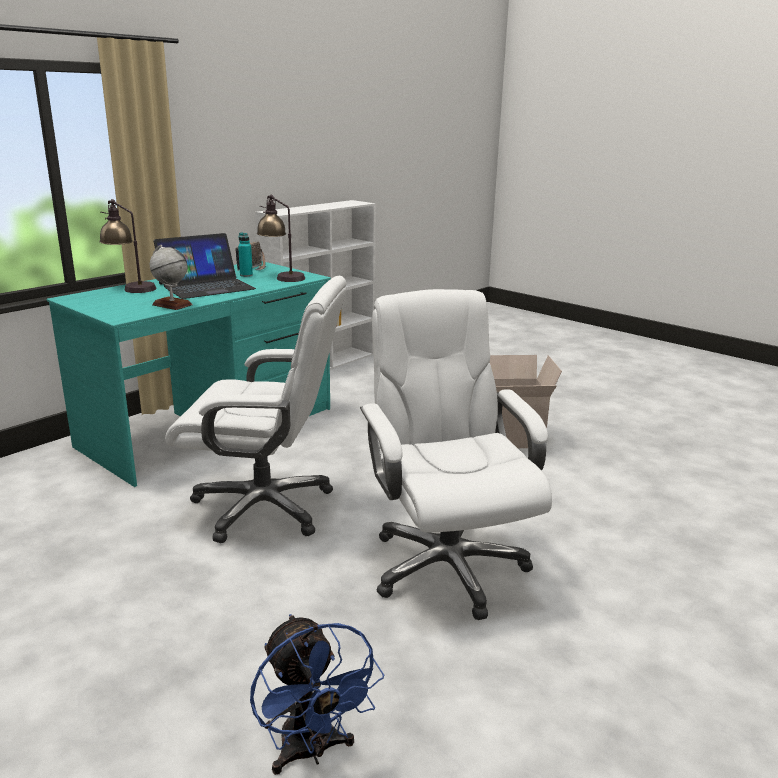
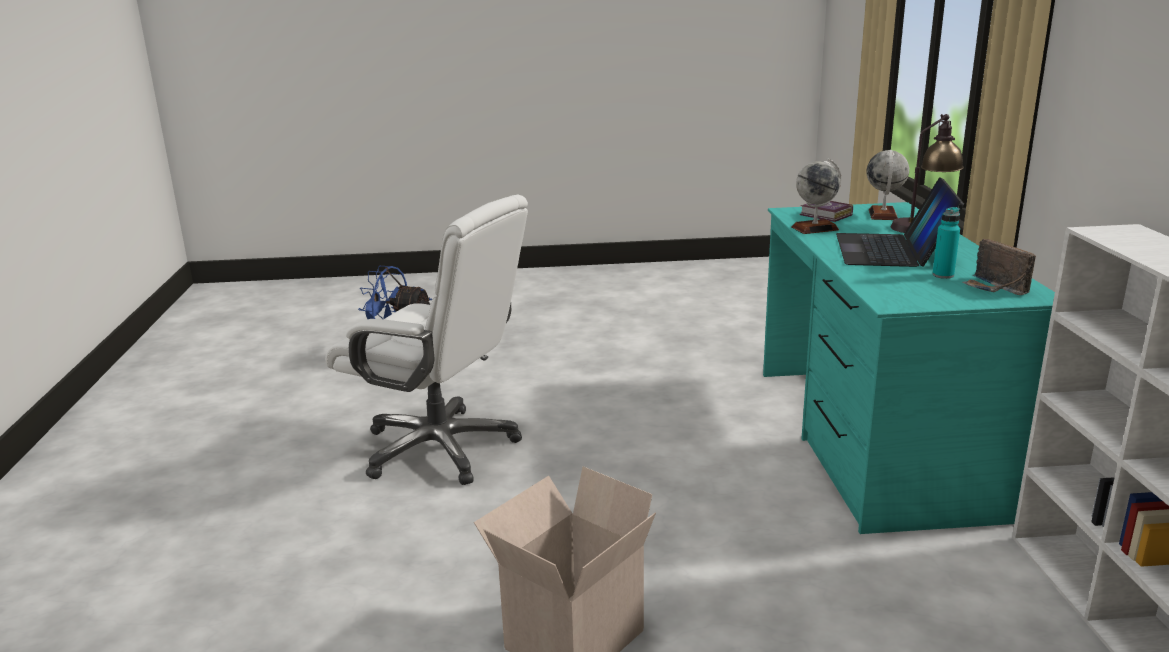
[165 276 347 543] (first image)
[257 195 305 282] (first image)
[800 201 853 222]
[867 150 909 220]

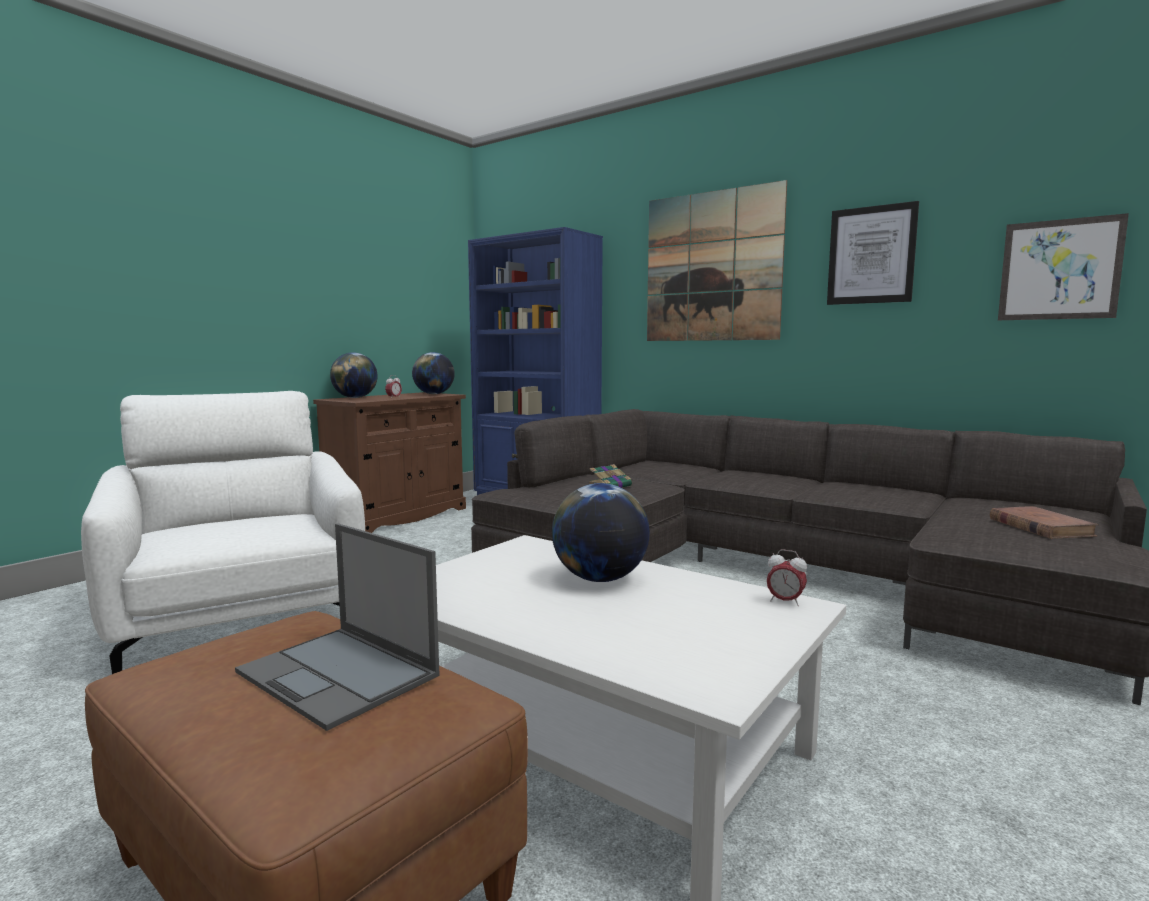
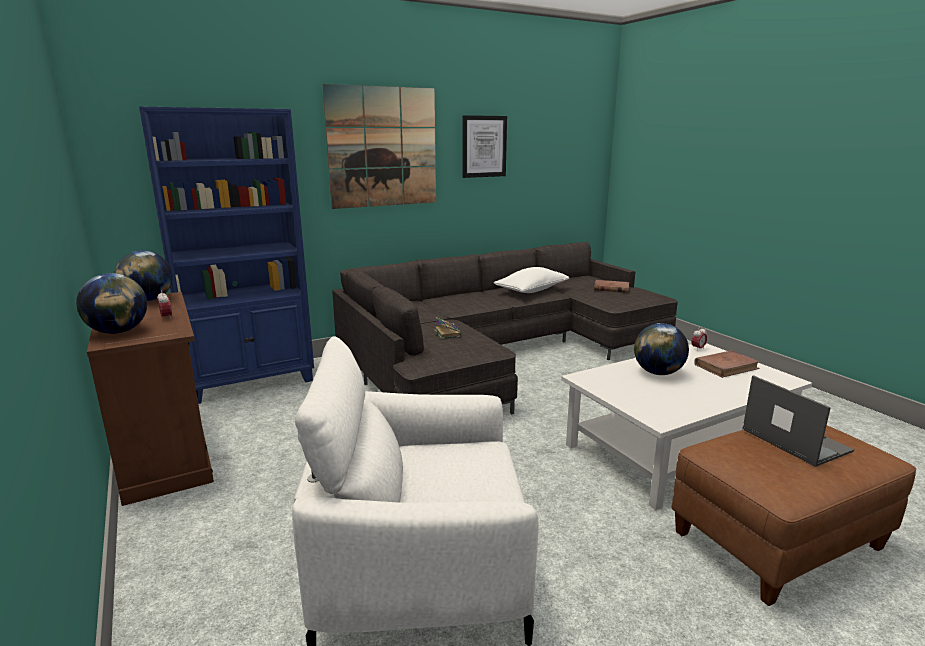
[743 375 854 467]
[998 213 1129 320] (first image)
[494 267 569 293]
[694 350 760 378]

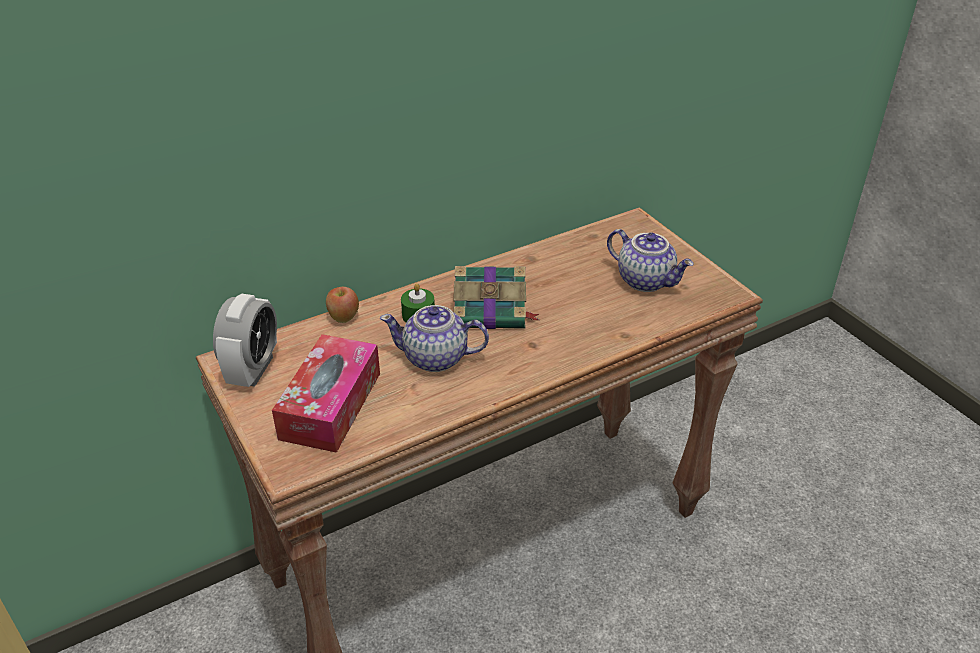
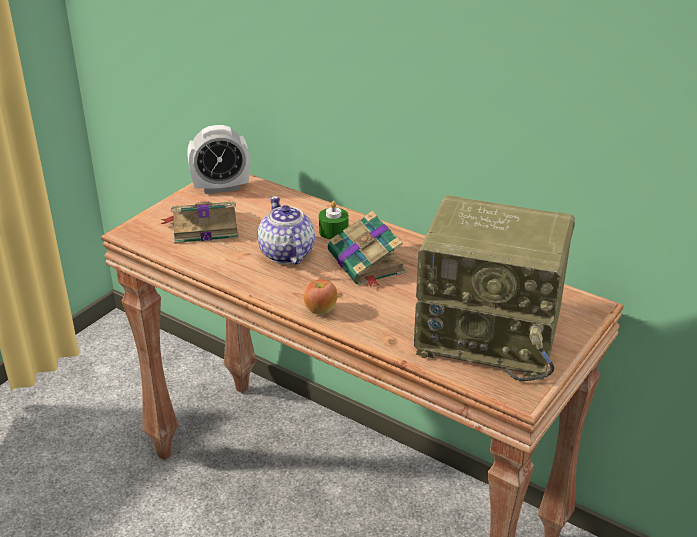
[161 201 239 244]
[303 279 337 314]
[414 196 575 381]

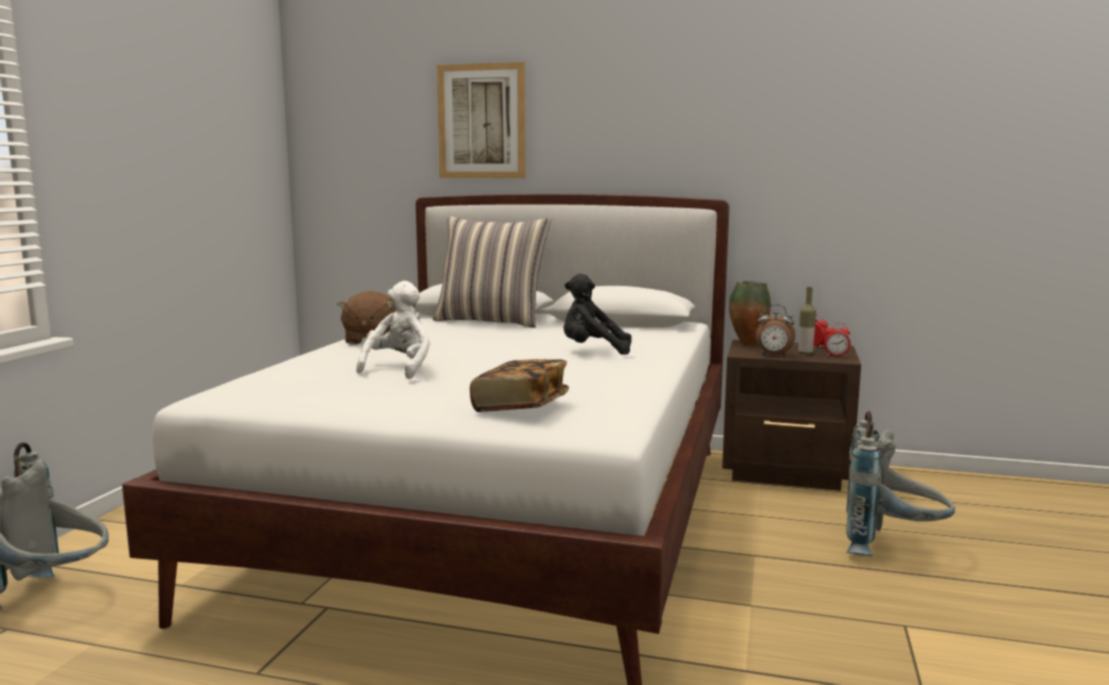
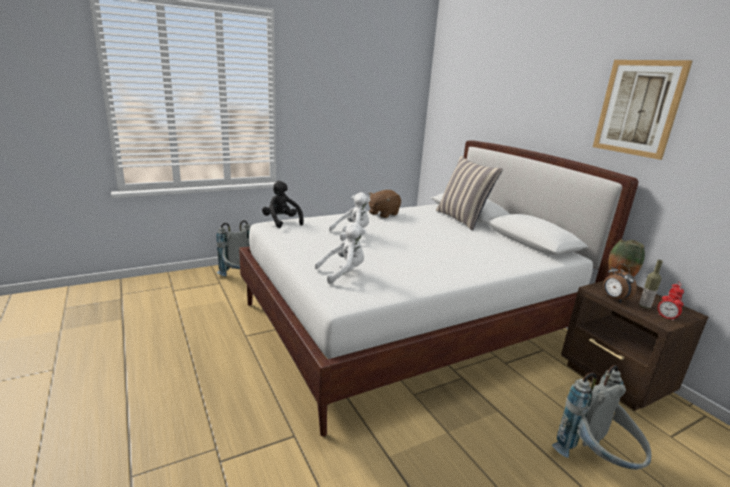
[593 60 692 160]
[315 223 366 284]
[262 181 304 228]

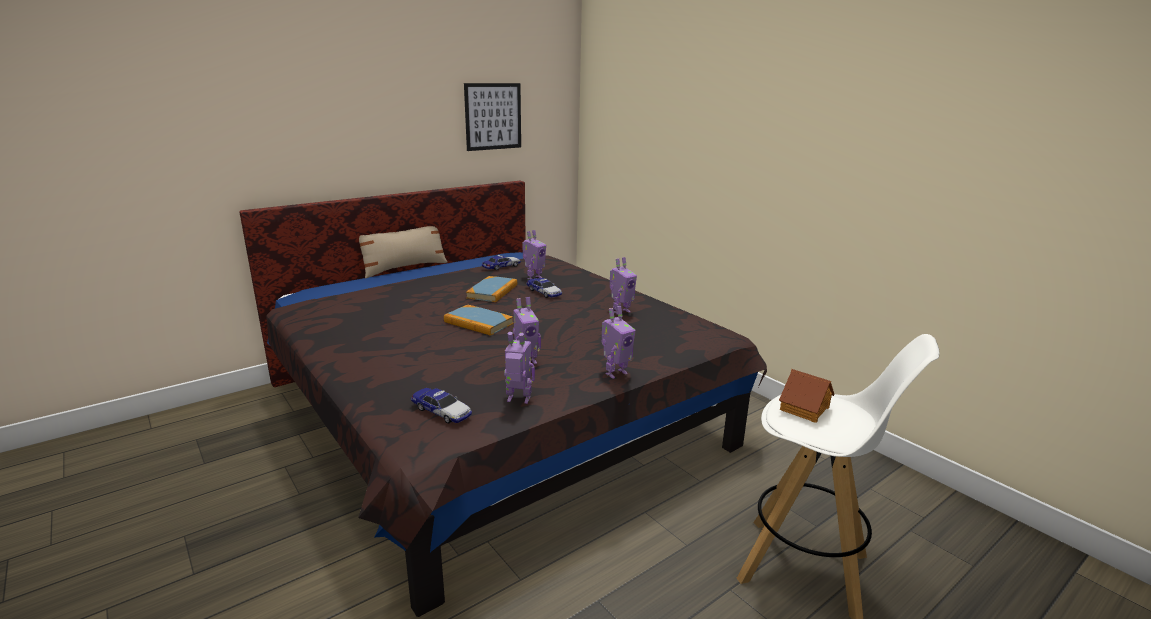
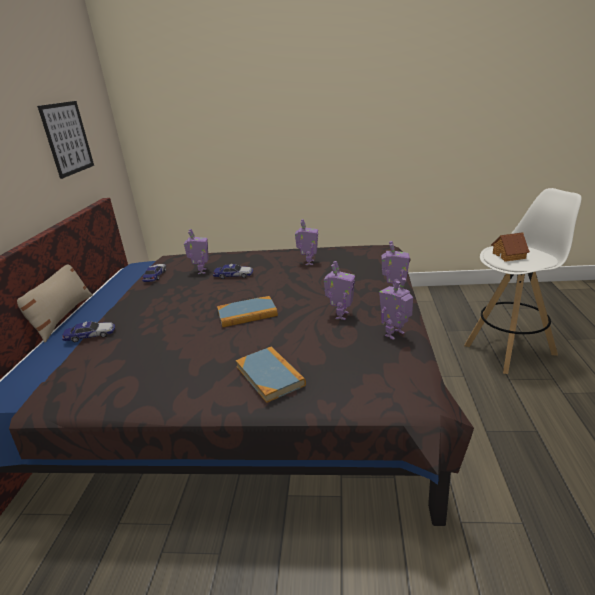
[62 321 115 342]
[236 347 306 403]

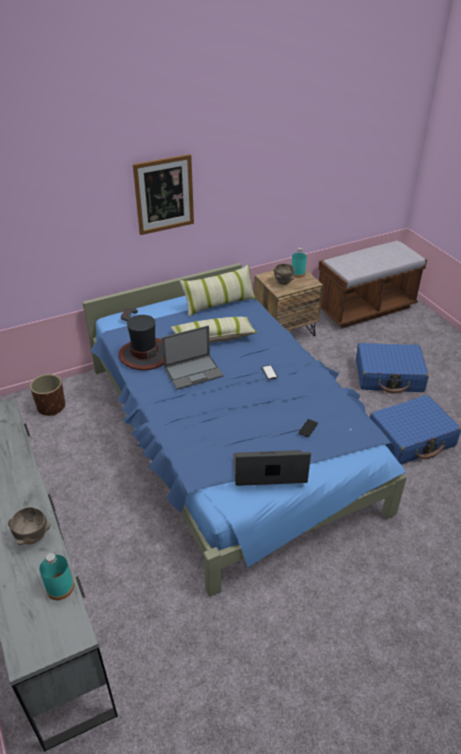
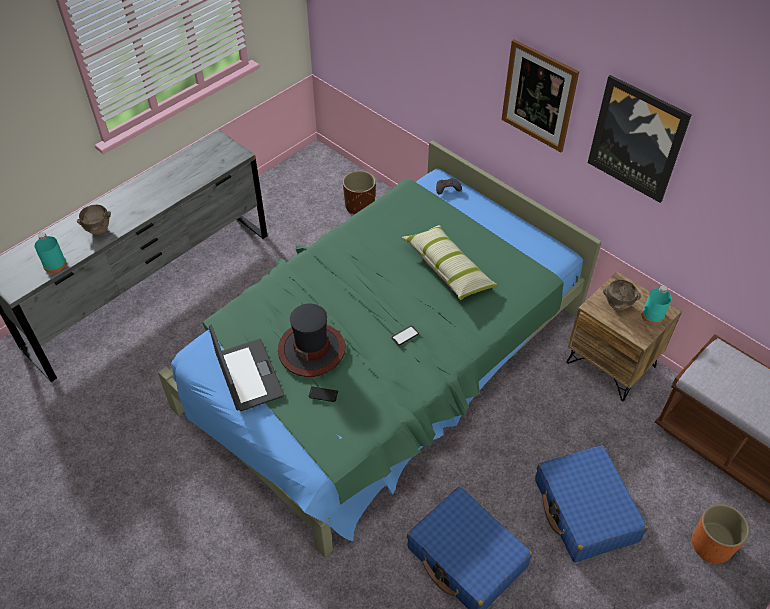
[158 140 602 558]
[278 304 346 377]
[162 325 224 390] (first image)
[180 264 256 317] (first image)
[588 75 692 203]
[692 504 750 563]

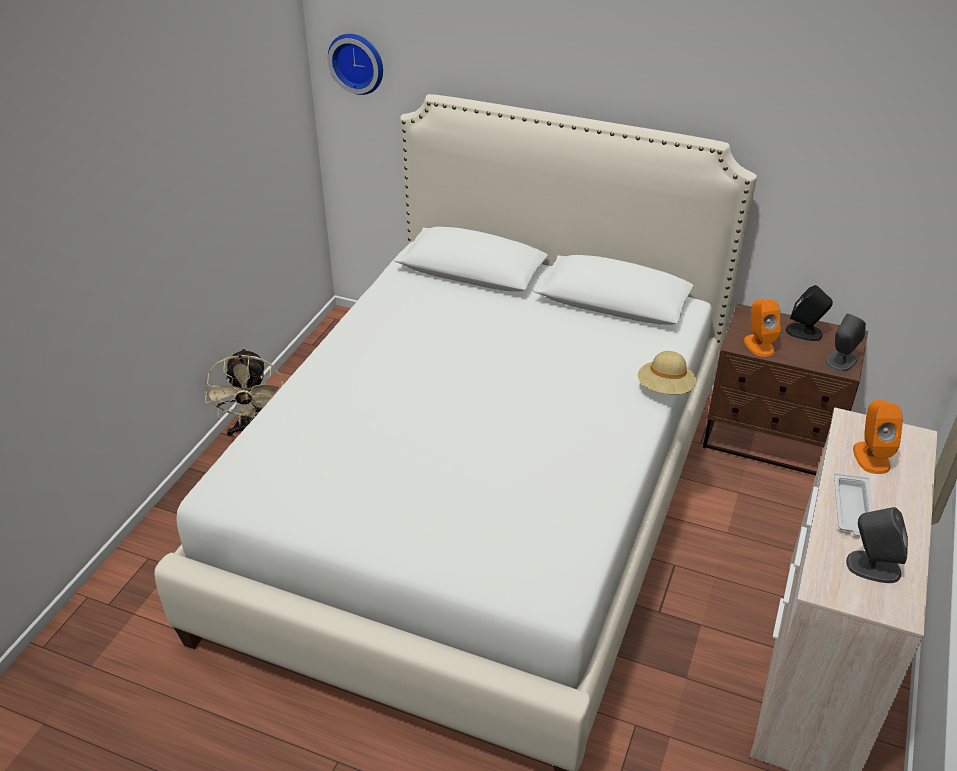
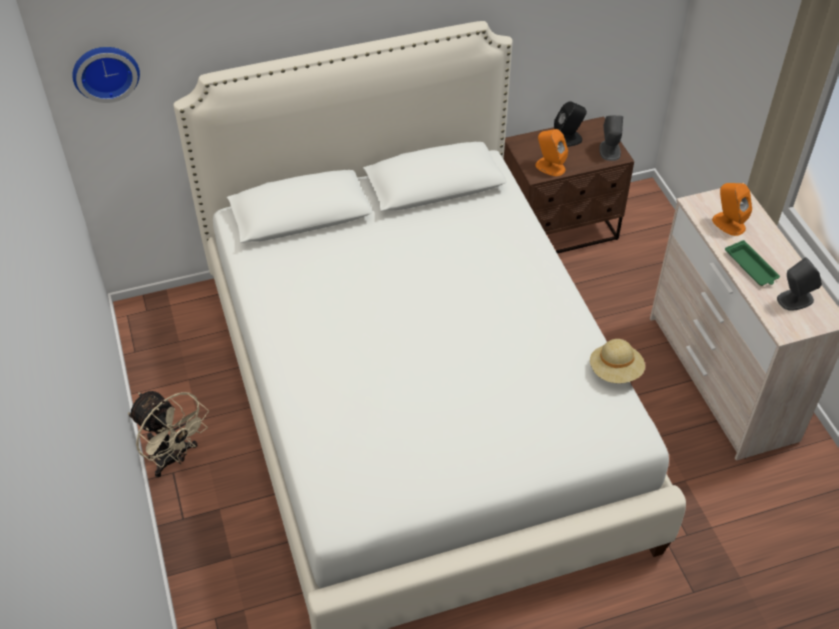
[590 339 645 383]
[725 240 780 286]

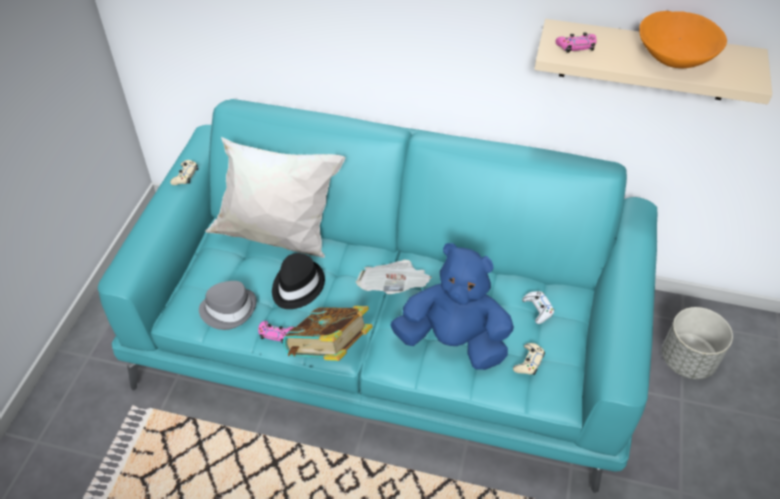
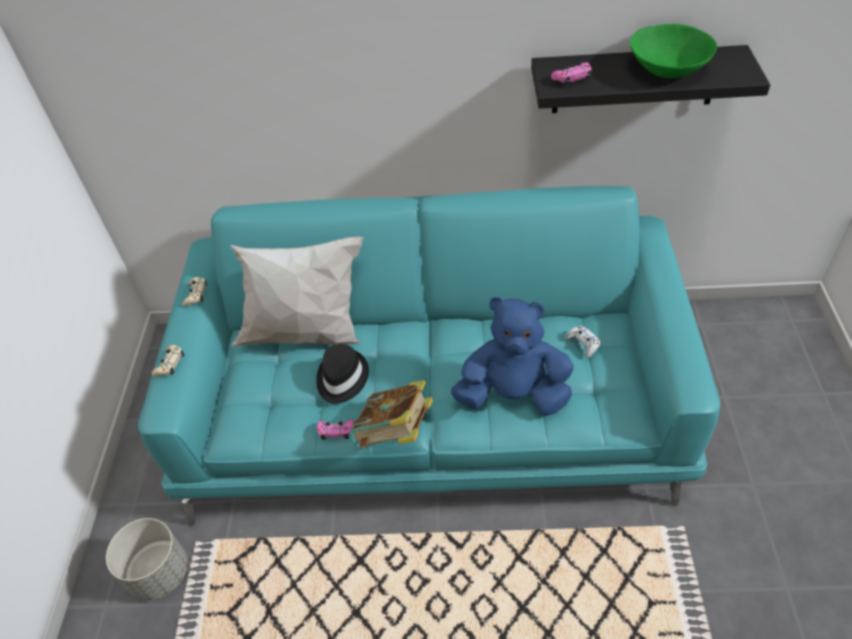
[199 281 256 330] (first image)
[356 260 432 294] (first image)
[152 345 184 377]
[531 45 770 113]
[630 24 717 78]
[106 518 188 601]

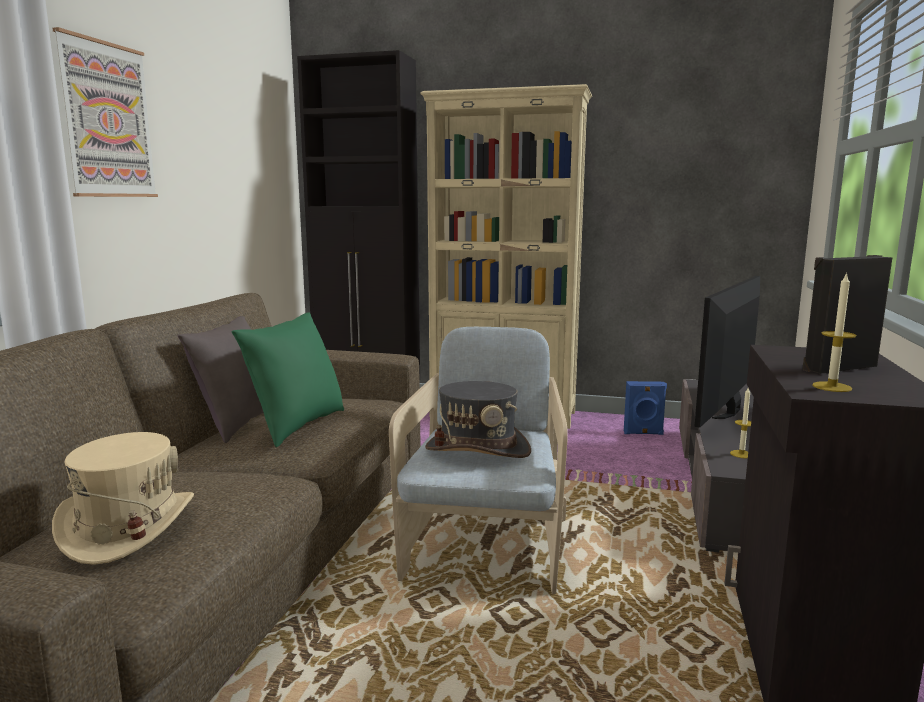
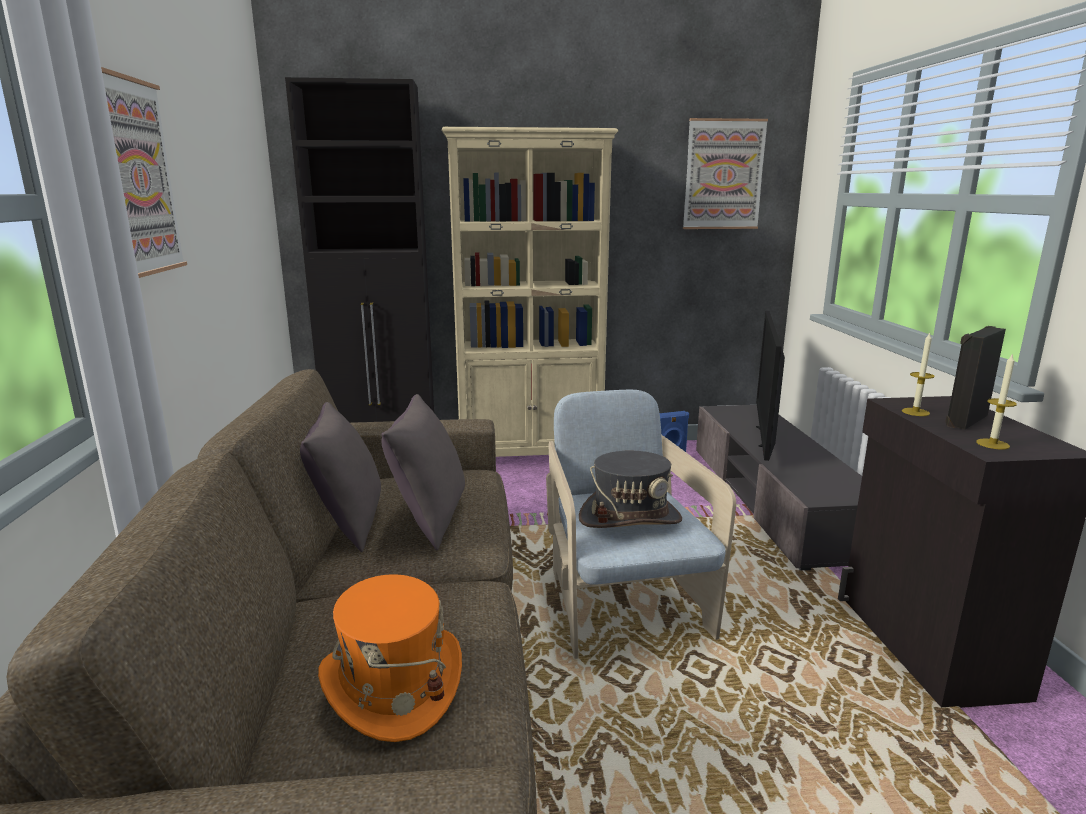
[318 574 462 742]
[381 394 465 550]
[902 333 935 416]
[683 118 768 229]

